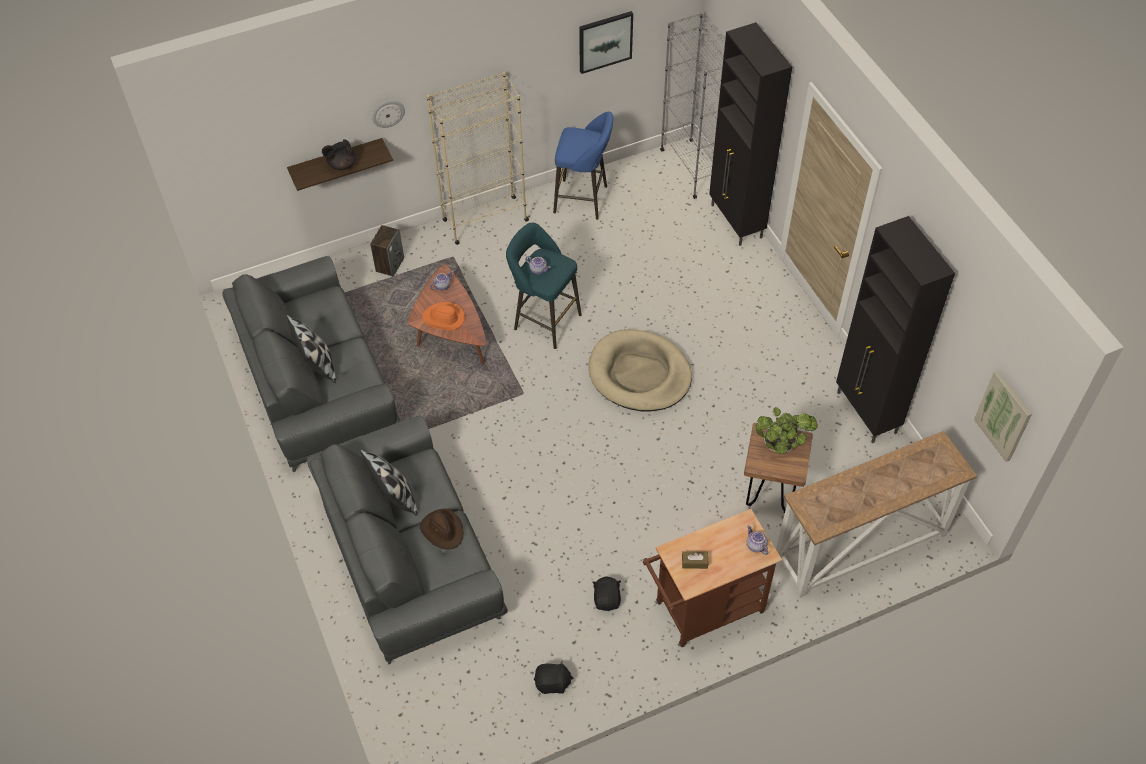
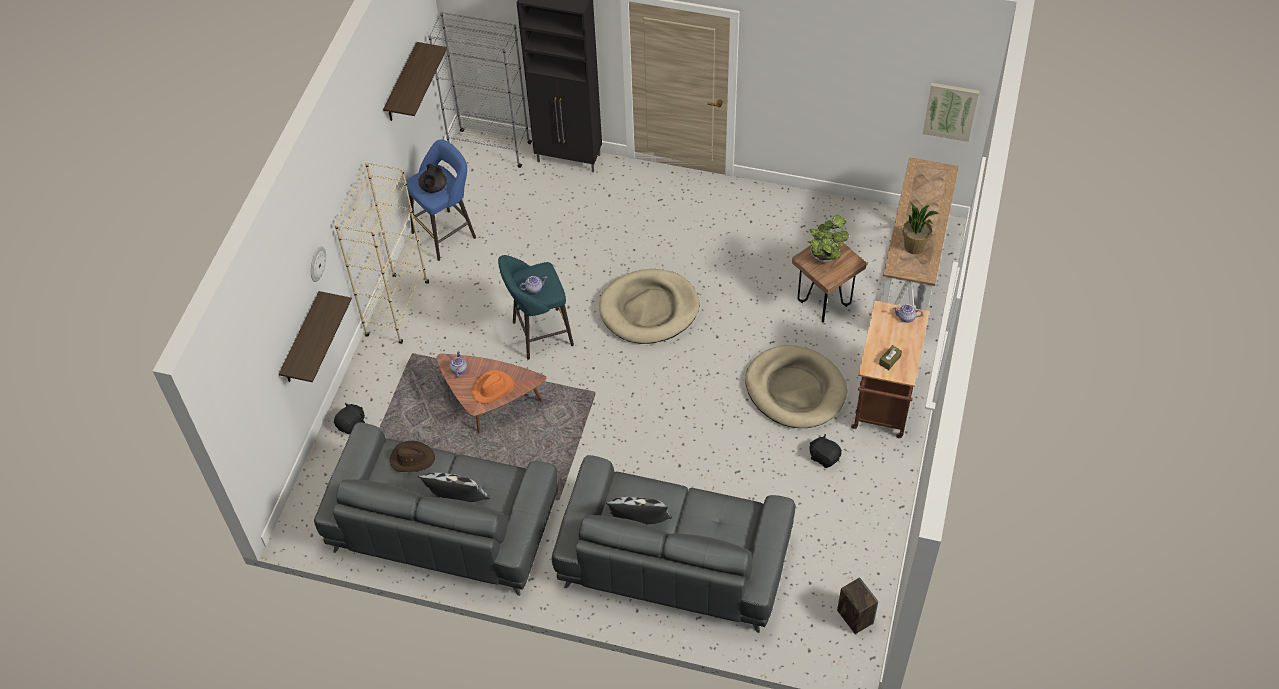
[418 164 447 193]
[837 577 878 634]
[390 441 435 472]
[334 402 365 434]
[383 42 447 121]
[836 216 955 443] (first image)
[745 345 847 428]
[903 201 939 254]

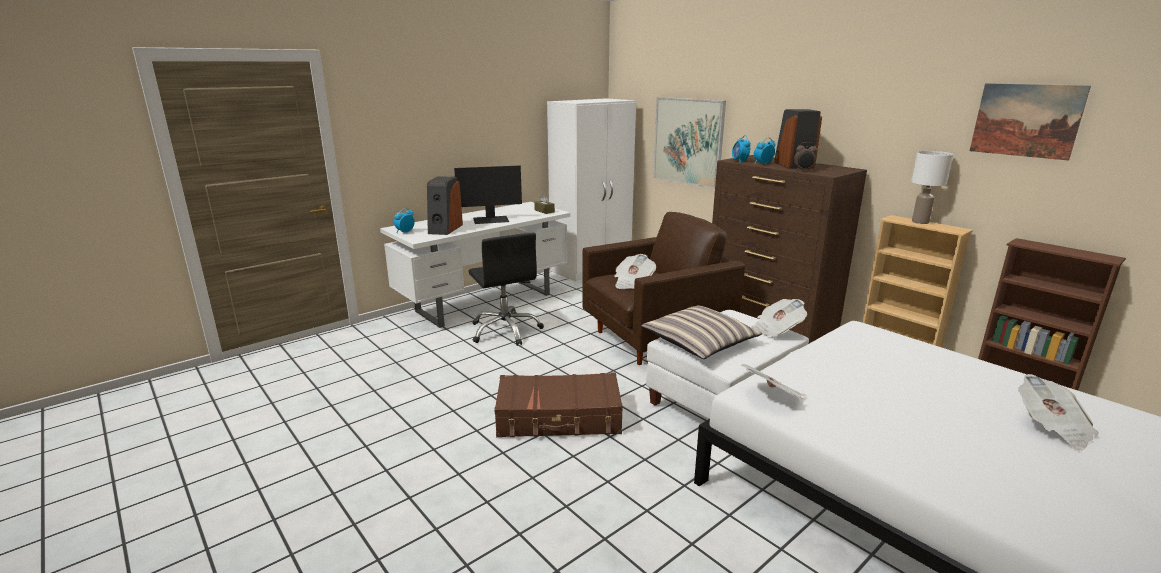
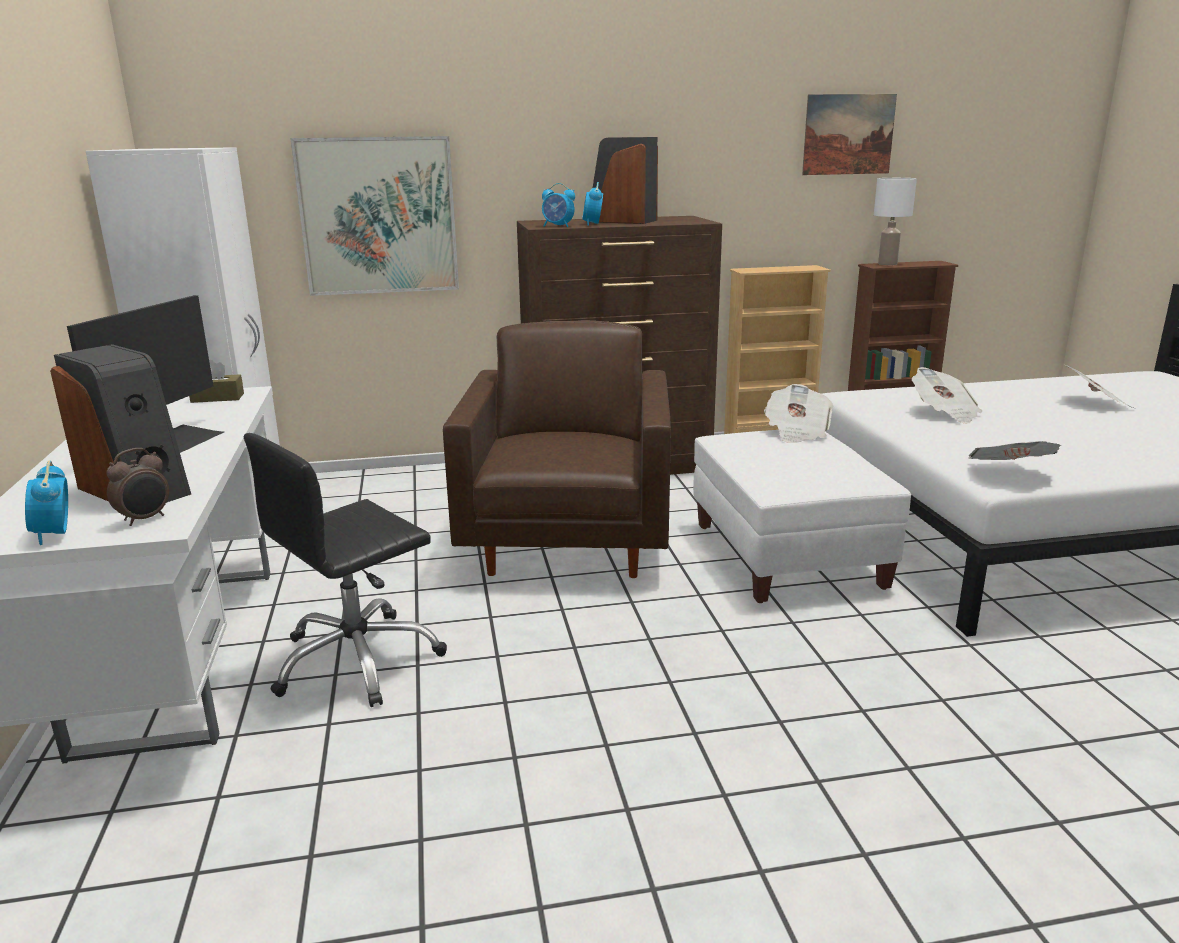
[244 433 447 707]
[494 373 623 437] (first image)
[912 367 982 424]
[641 305 762 359] (first image)
[106 448 169 526]
[874 178 917 265]

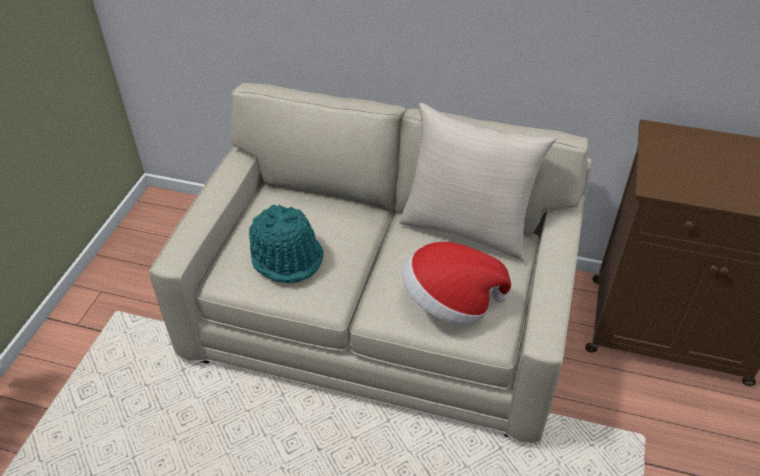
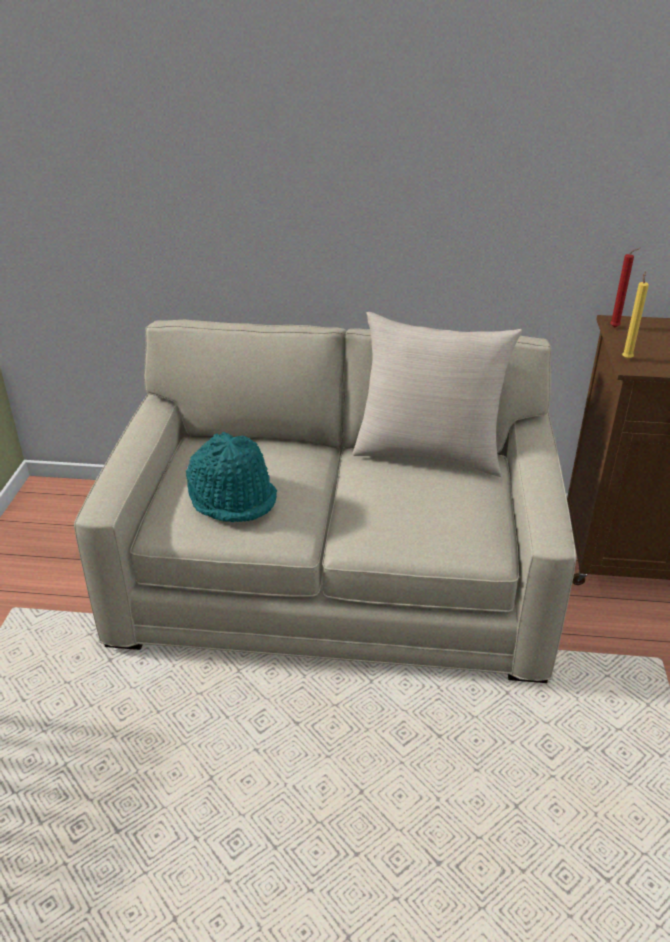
[402 242 511 324] (first image)
[610 248 641 328]
[622 271 649 359]

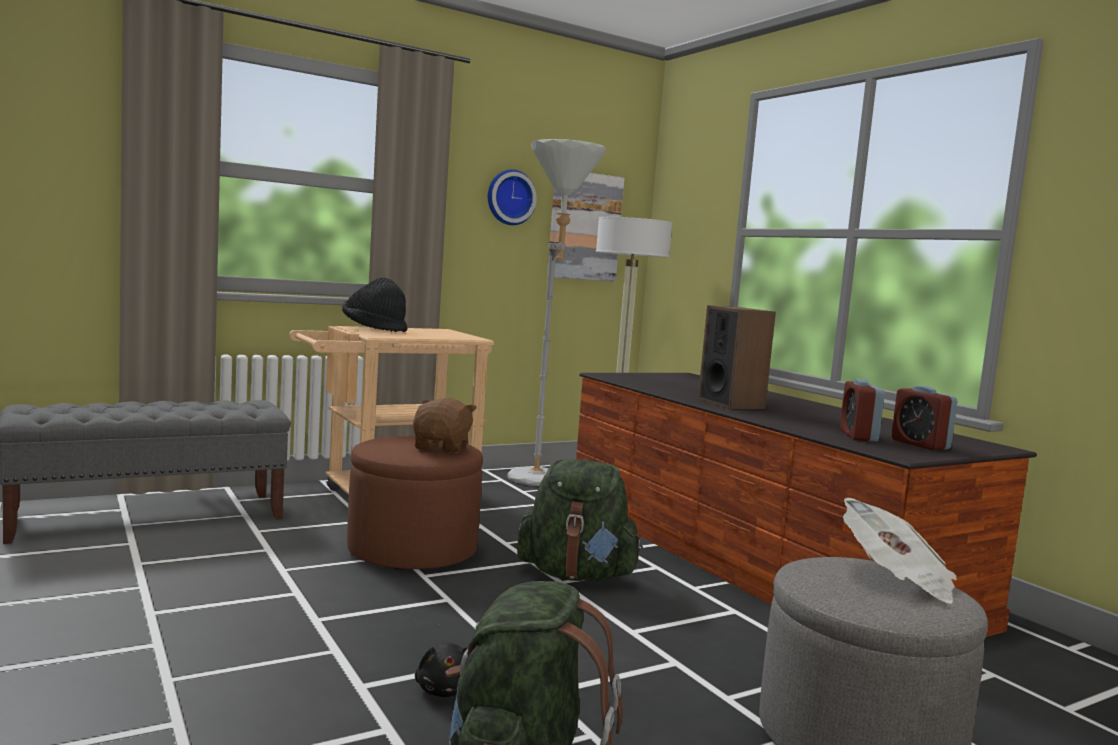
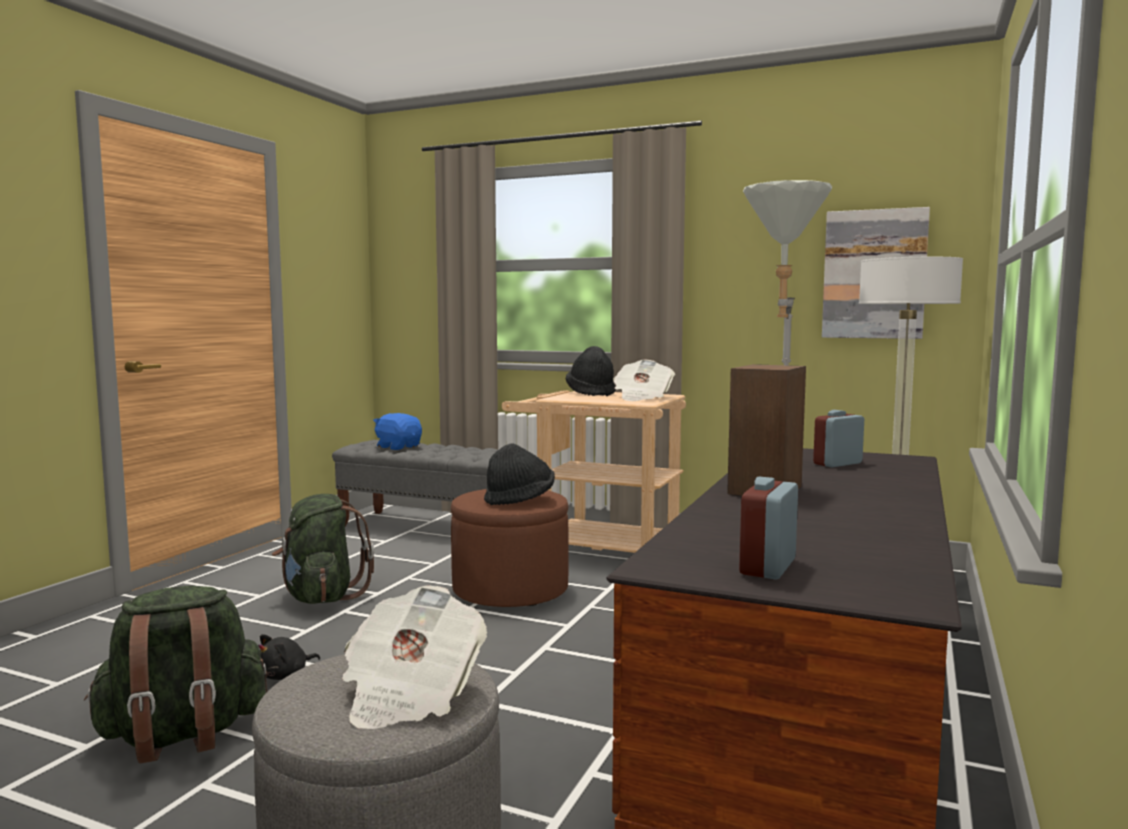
[484 444 555 505]
[488 169 537 225] (first image)
[272 494 374 604]
[813 410 864 468]
[373 413 422 450]
[613 360 675 401]

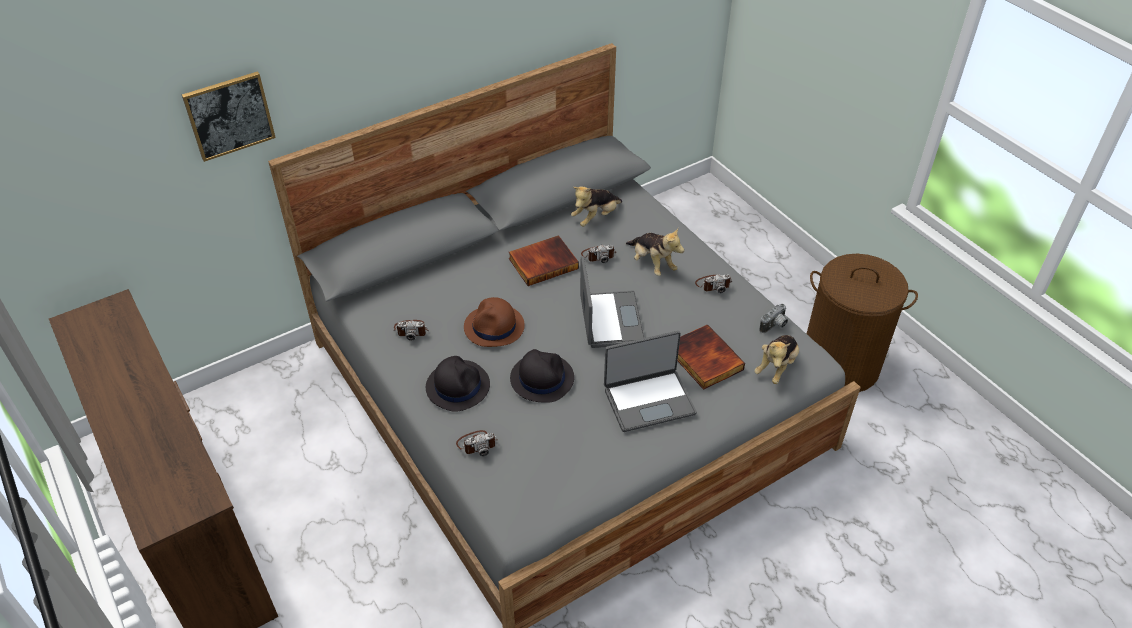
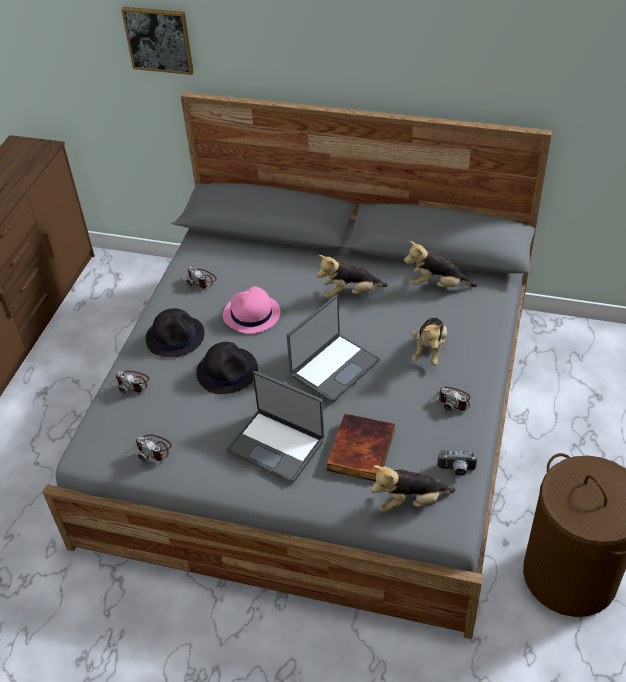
[223 286 280 334]
[317 255 388 298]
[136 434 172 461]

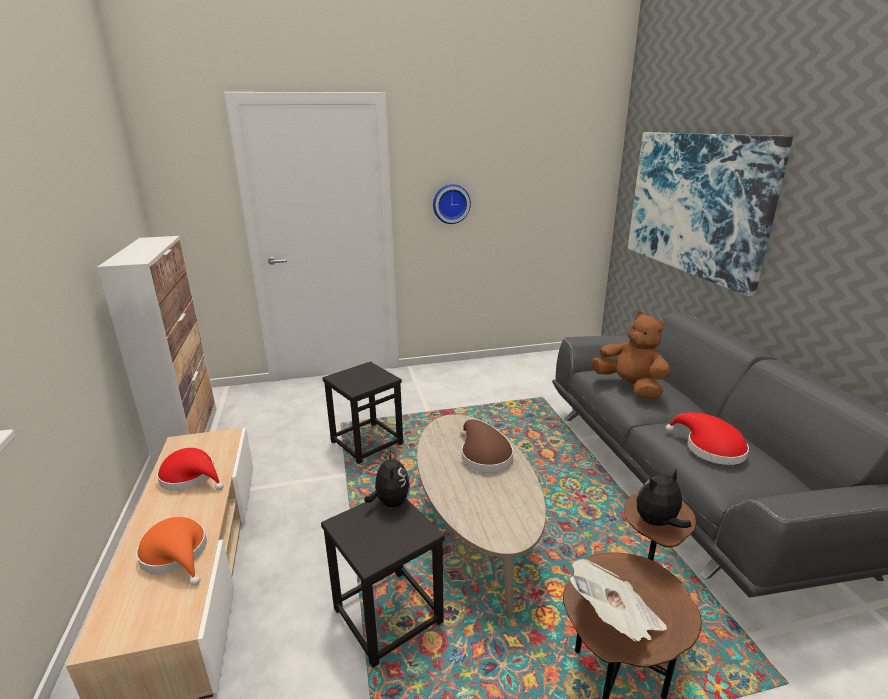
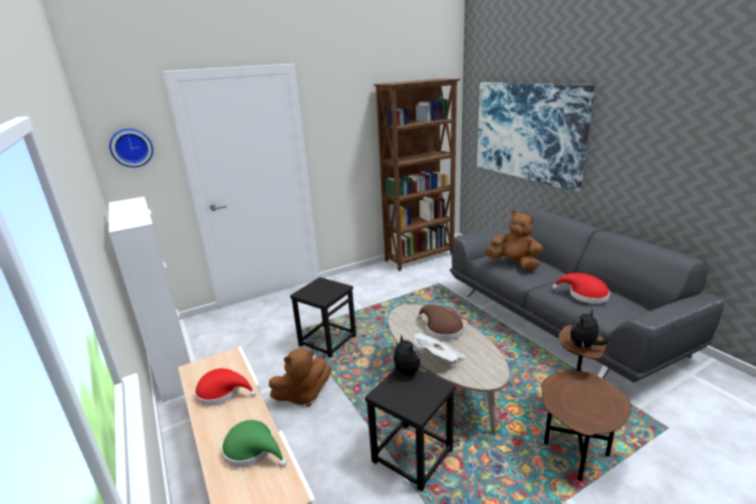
[221 420 287 467]
[109 128 153 167]
[413 333 466 362]
[269 348 331 407]
[373 79 460 271]

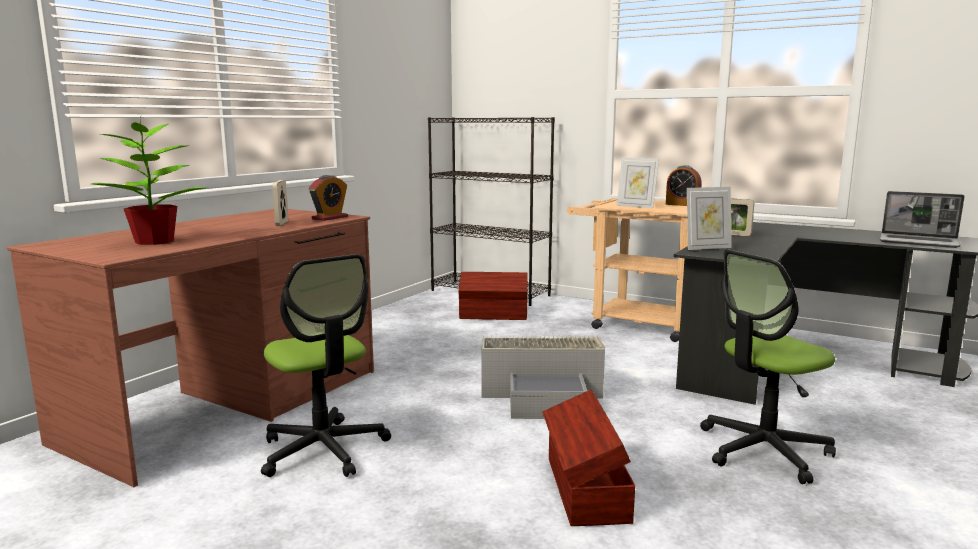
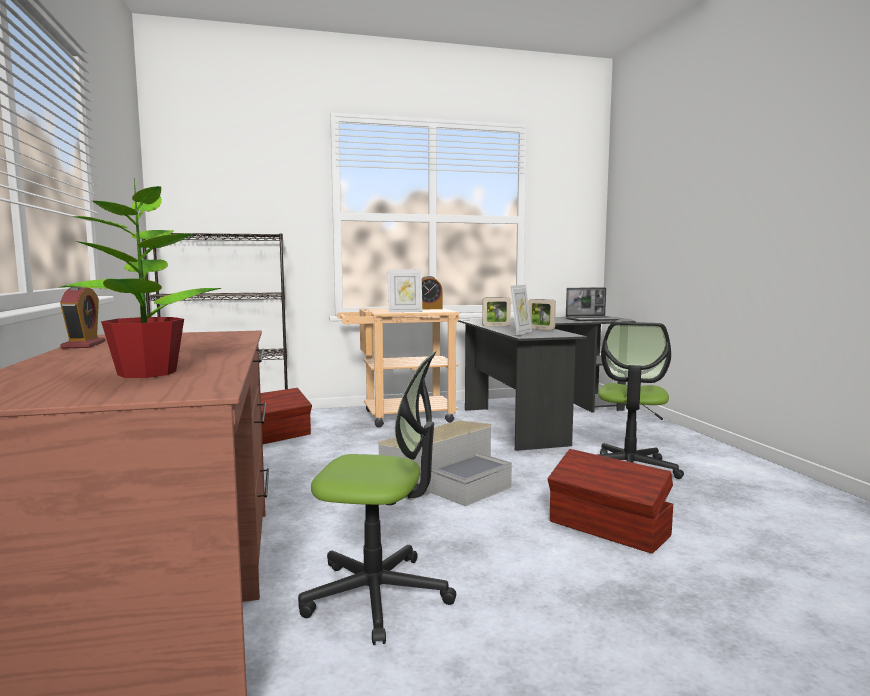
[528 299 556 330]
[60 287 105 349]

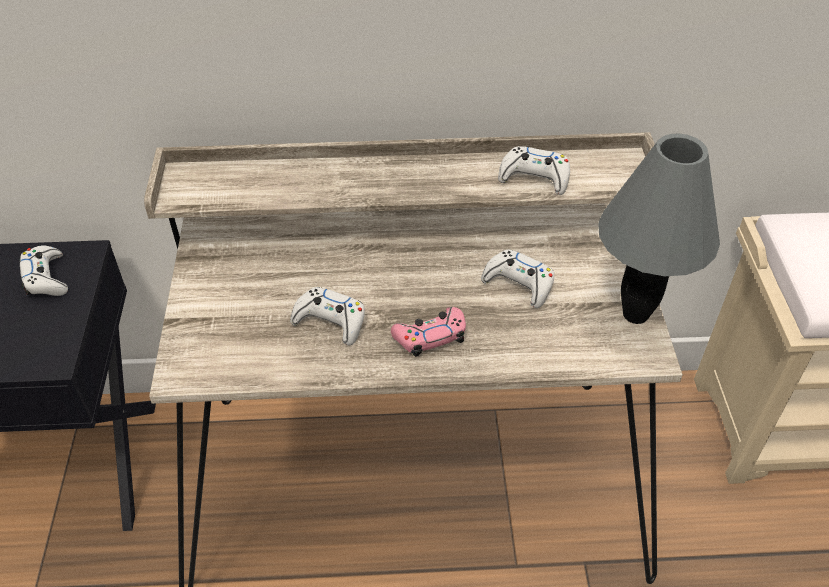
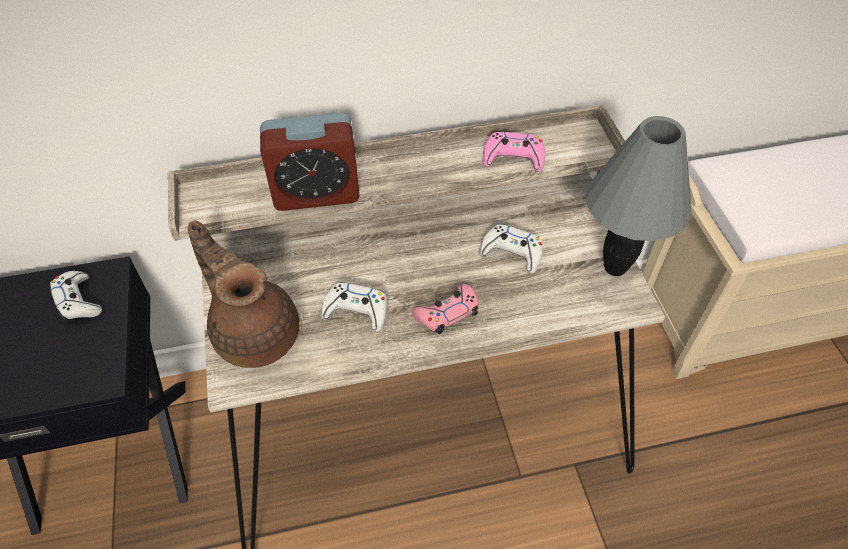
[483 132 545 172]
[188 221 299 368]
[260 113 360 211]

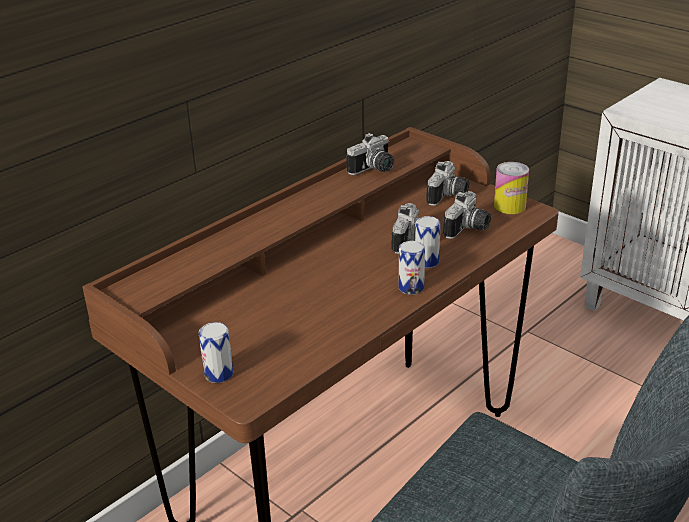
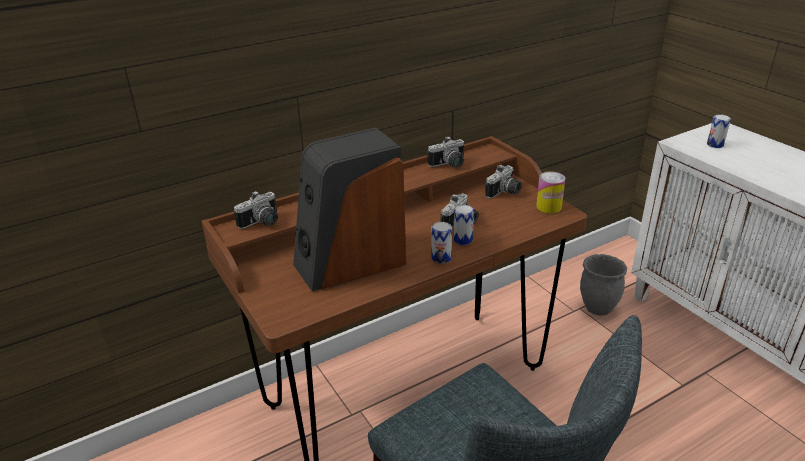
[707 114 731 148]
[234 191 278 229]
[293 128 406 291]
[580 254 627 316]

